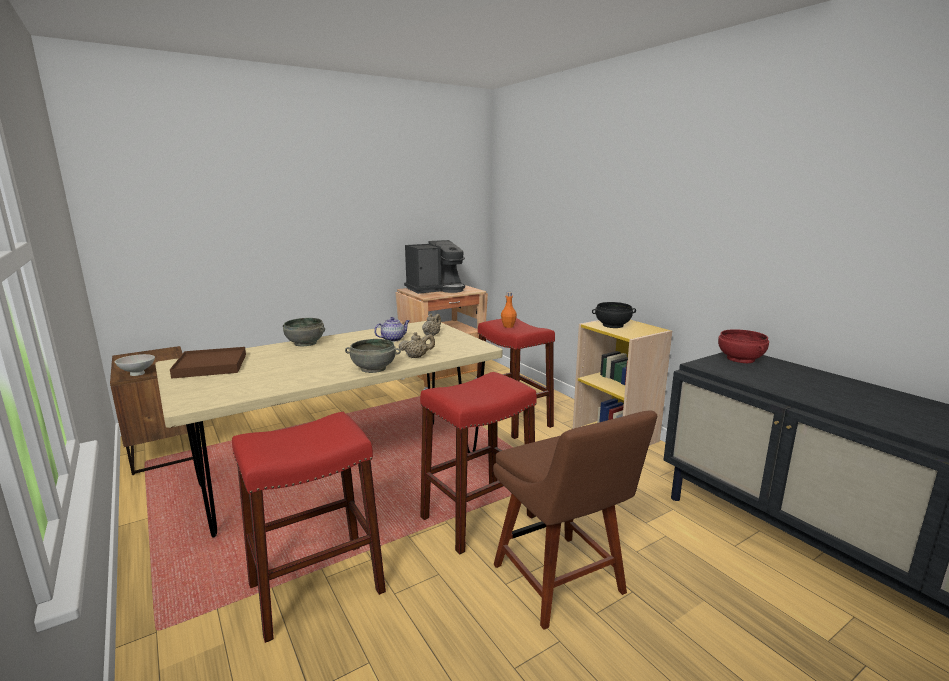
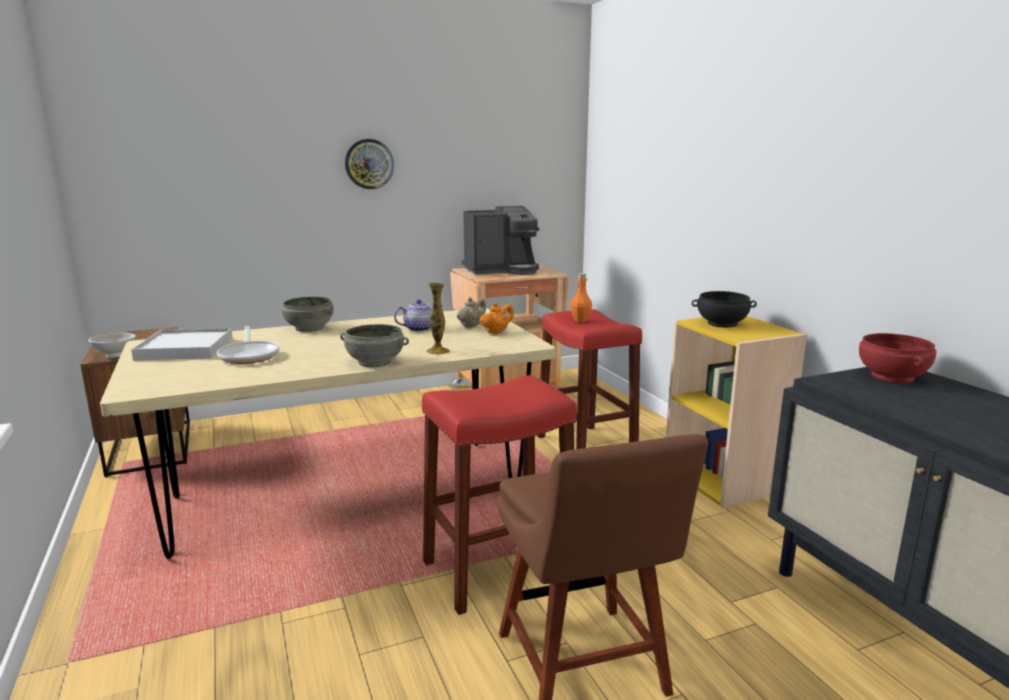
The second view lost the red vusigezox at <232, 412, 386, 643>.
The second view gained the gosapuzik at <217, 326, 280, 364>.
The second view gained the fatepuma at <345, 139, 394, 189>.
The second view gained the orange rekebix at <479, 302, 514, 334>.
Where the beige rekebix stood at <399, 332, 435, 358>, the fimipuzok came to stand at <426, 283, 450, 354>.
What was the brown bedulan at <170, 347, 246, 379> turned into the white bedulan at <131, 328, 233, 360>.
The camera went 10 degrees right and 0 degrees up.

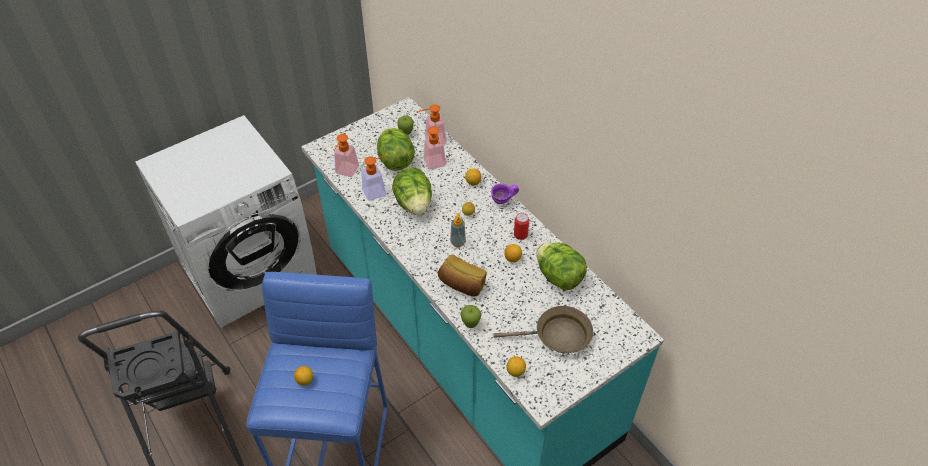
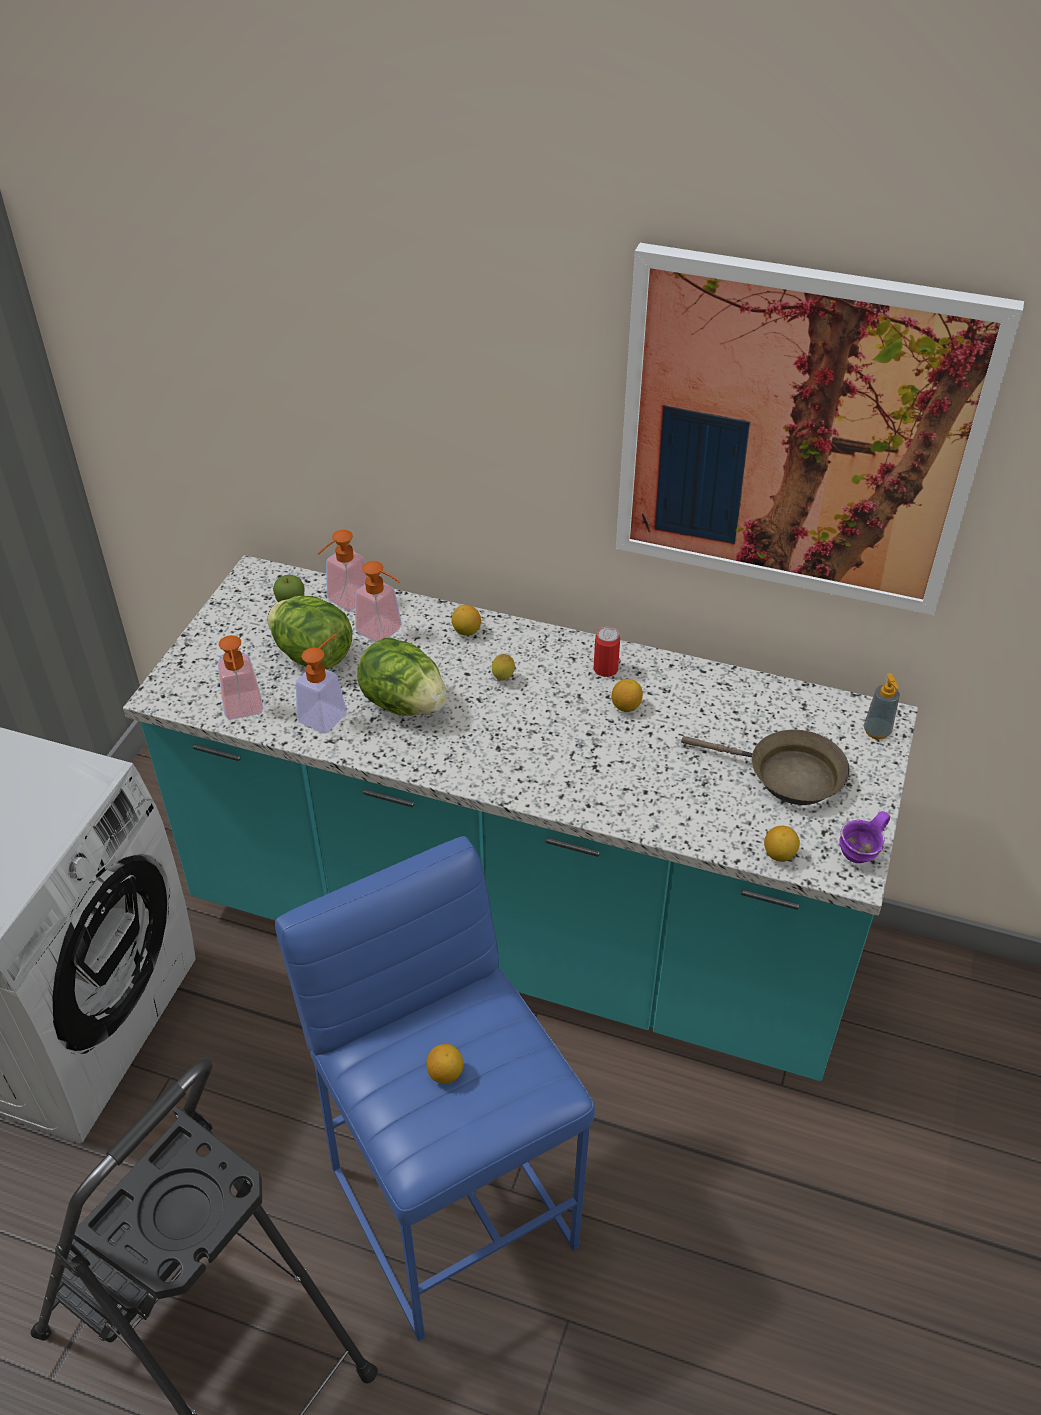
The second view lost the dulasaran at <438, 255, 487, 297>.
The second view lost the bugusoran at <460, 305, 482, 328>.
The second view lost the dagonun at <536, 243, 587, 290>.
The second view gained the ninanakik at <616, 243, 1024, 615>.
The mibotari ended up elsewhere, having gone from <450, 213, 466, 247> to <863, 673, 900, 740>.
The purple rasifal ended up elsewhere, having gone from <491, 183, 519, 204> to <839, 811, 890, 863>.
The brown gosapuzik at <493, 306, 593, 353> ended up facing another way, 60 degrees clockwise from before.
The camera went 35 degrees left and 5 degrees down.

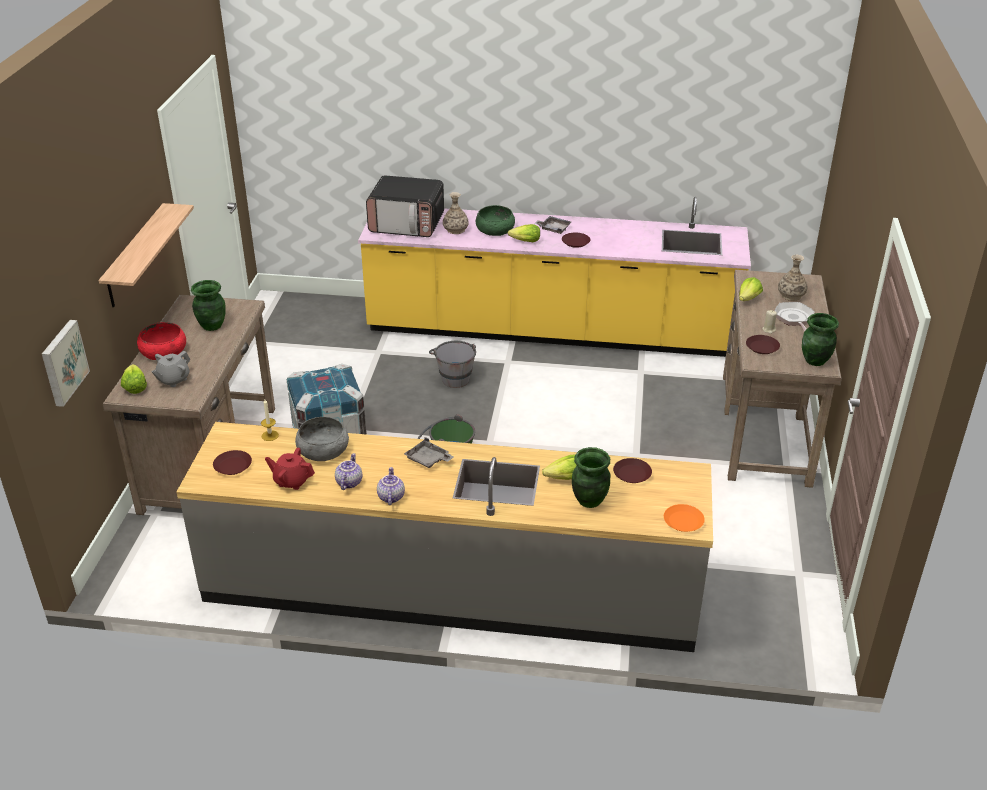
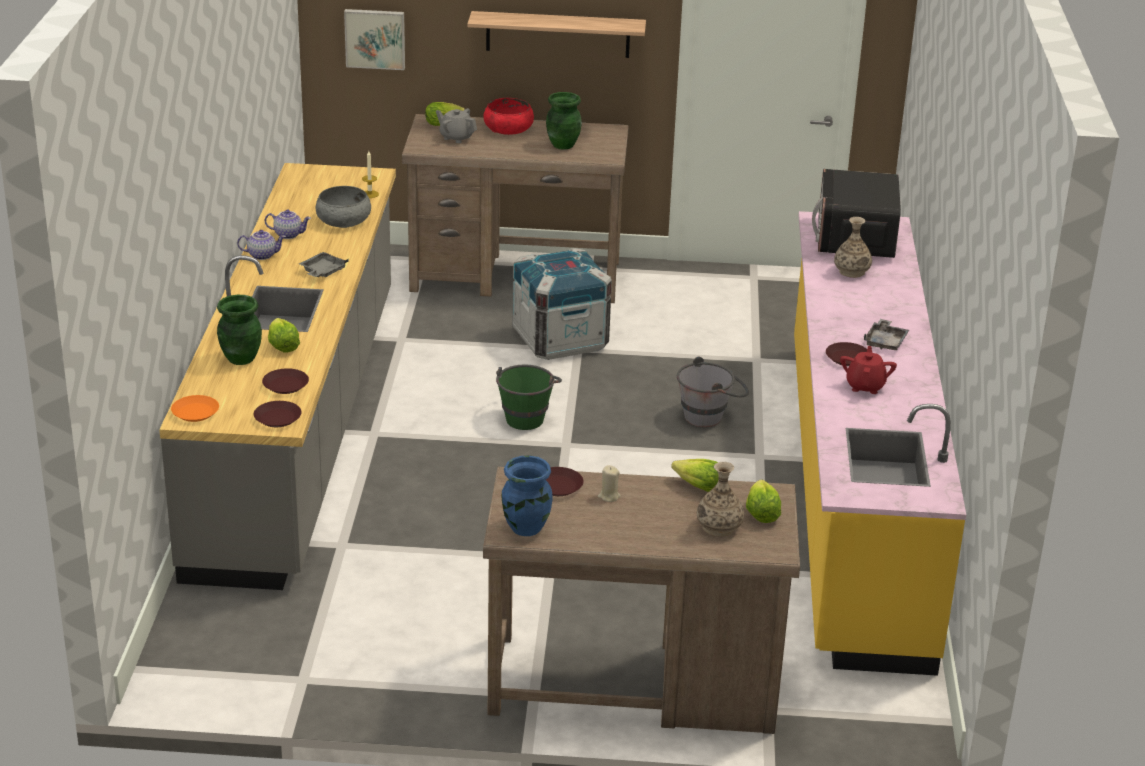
The second view lost the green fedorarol at <476, 205, 515, 236>.
The second view lost the gosapuzik at <775, 302, 815, 332>.
The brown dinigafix ended up elsewhere, having gone from <213, 450, 252, 475> to <254, 401, 302, 427>.
The red rekebix ended up elsewhere, having gone from <265, 448, 315, 490> to <840, 346, 897, 394>.
The dagonun ended up elsewhere, having gone from <508, 224, 540, 242> to <746, 480, 781, 523>.
What was the green fimipuzok at <802, 313, 839, 366> turned into the blue fimipuzok at <502, 455, 552, 536>.
The camera went 85 degrees right and 5 degrees down.

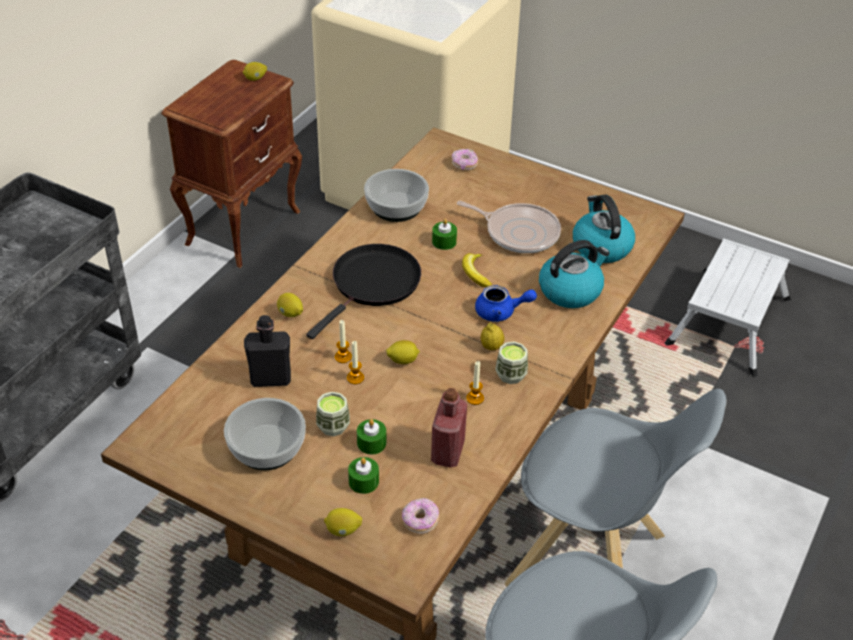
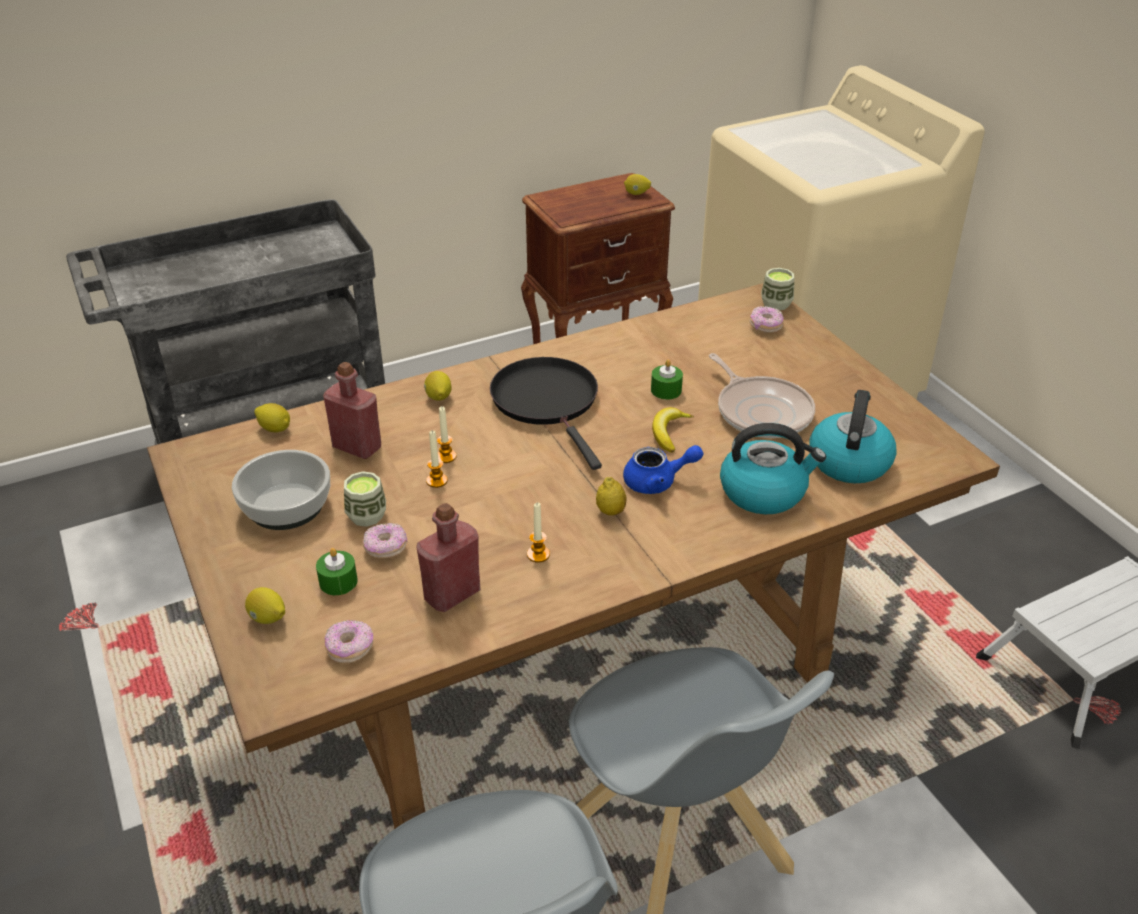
The second view lost the fedorarol at <364, 169, 429, 222>.
The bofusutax ended up elsewhere, having gone from <386, 340, 420, 364> to <254, 403, 290, 432>.
The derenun ended up elsewhere, having gone from <495, 342, 528, 384> to <761, 268, 794, 310>.
Where the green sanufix stood at <357, 419, 386, 455>, the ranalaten came to stand at <363, 523, 408, 559>.
What was the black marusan at <244, 315, 291, 387> turned into the red marusan at <323, 362, 381, 459>.
The black gosapuzik at <306, 244, 421, 339> ended up facing another way, 90 degrees counterclockwise from before.
The blue rekebix at <475, 285, 537, 322> ended up facing another way, 45 degrees counterclockwise from before.
The camera went 35 degrees right and 5 degrees down.

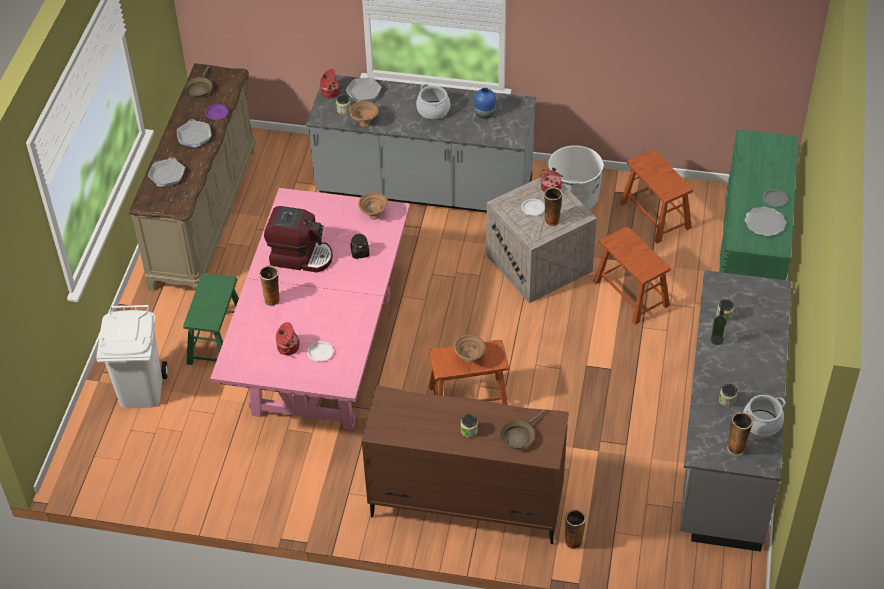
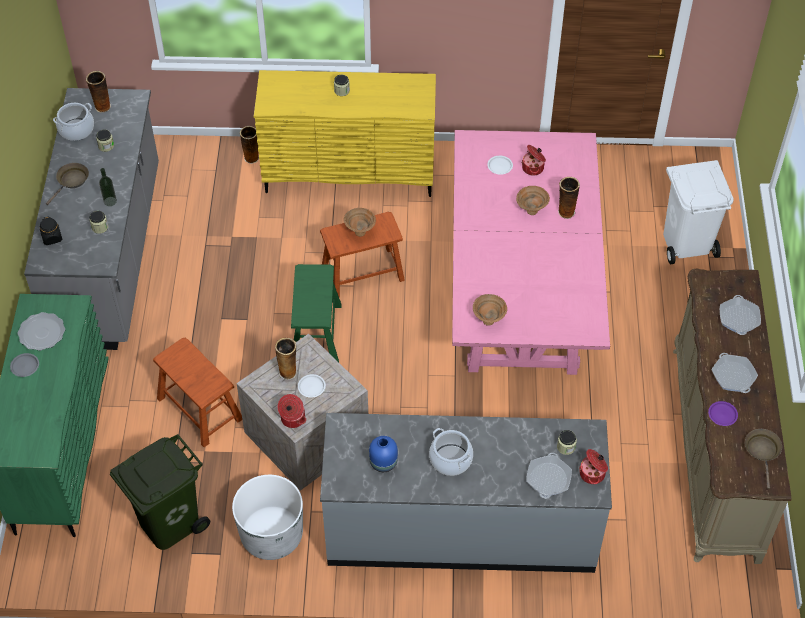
The second view lost the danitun at <264, 206, 333, 272>.
The green vusigezox ended up elsewhere, having gone from <183, 273, 239, 365> to <291, 264, 342, 362>.
The brown fedorarol ended up elsewhere, having gone from <349, 101, 379, 127> to <516, 186, 550, 215>.
The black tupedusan ended up elsewhere, having gone from <350, 233, 370, 259> to <40, 216, 62, 245>.
The brown gosapuzik ended up elsewhere, having gone from <500, 410, 545, 449> to <46, 163, 89, 205>.
Where the brown vusigezox stood at <620, 150, 693, 244>, the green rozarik came to stand at <110, 434, 210, 550>.
What was the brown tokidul at <361, 386, 569, 544> turned into the yellow tokidul at <254, 70, 436, 197>.
The camera went 170 degrees right and 5 degrees up.

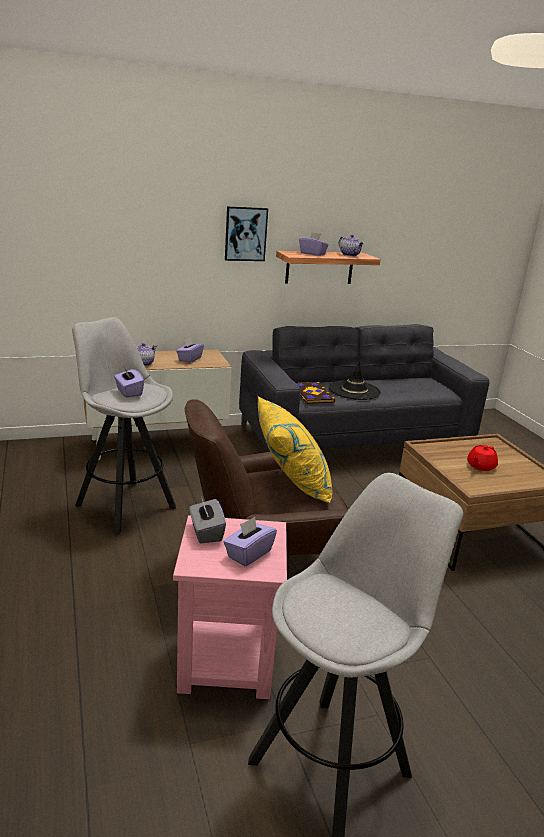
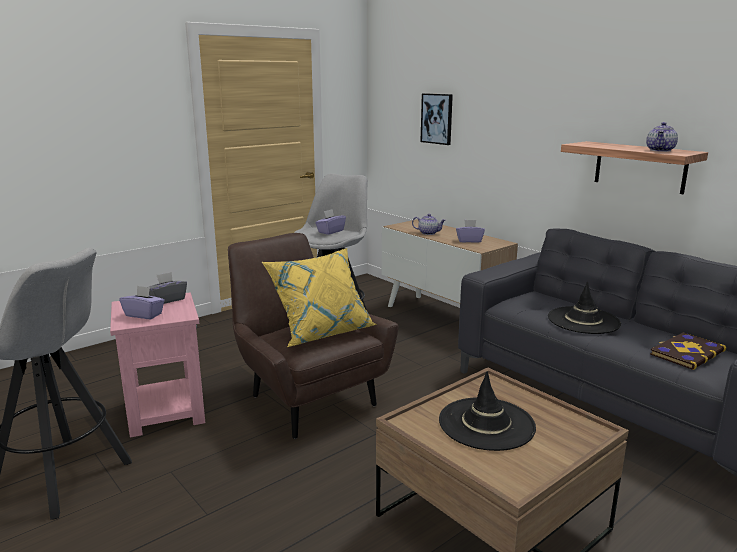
The second view lost the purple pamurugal at <299, 232, 329, 256>.
The ninanakik ended up elsewhere, having gone from <225, 206, 268, 261> to <420, 93, 453, 145>.
The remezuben ended up elsewhere, having gone from <296, 382, 336, 404> to <650, 332, 726, 370>.
Where the red rekebix stood at <467, 445, 498, 471>, the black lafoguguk came to stand at <439, 372, 536, 451>.
The camera went 70 degrees right and 5 degrees down.

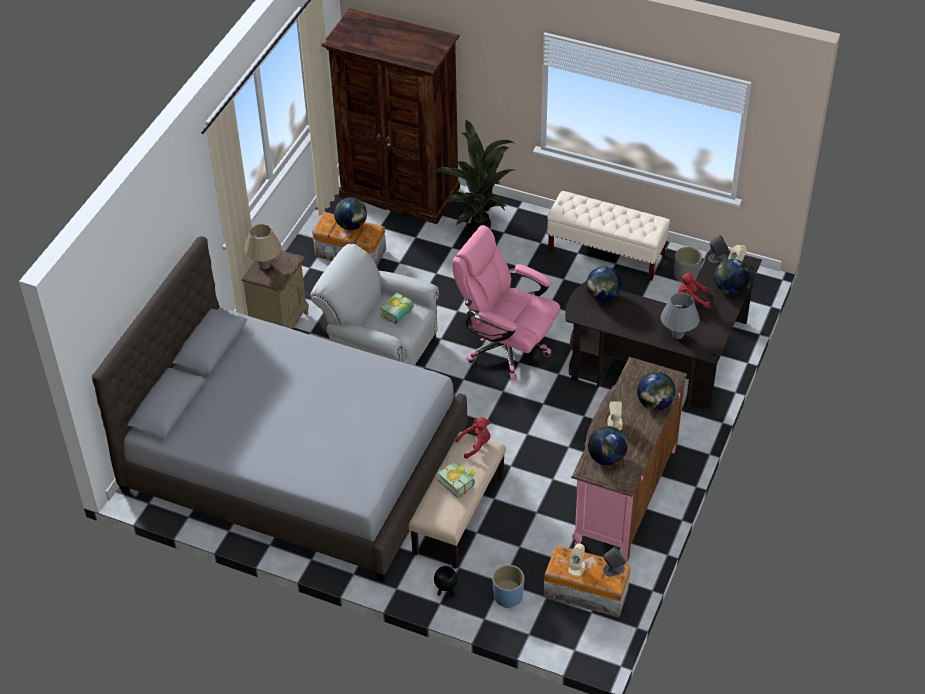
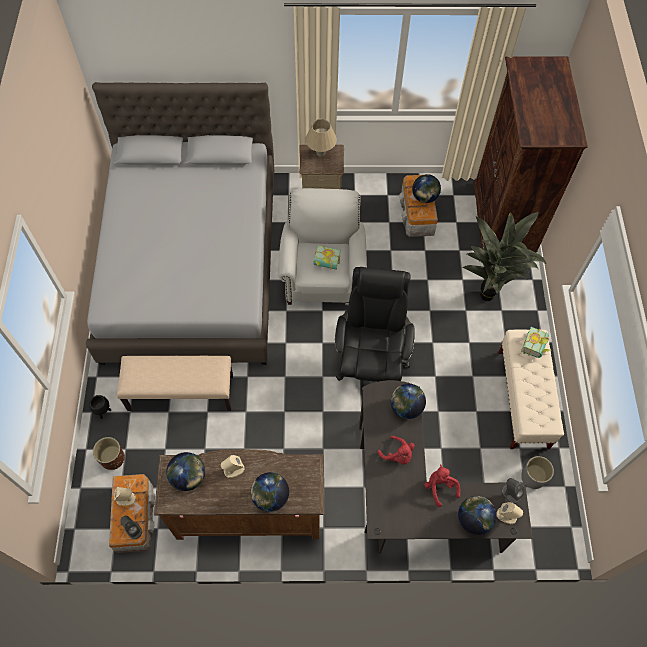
The second view lost the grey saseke at <661, 293, 699, 339>.
The remezuben ended up elsewhere, having gone from <438, 462, 476, 498> to <521, 327, 550, 358>.
The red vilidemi ended up elsewhere, having gone from <455, 417, 491, 459> to <377, 436, 414, 464>.
What was the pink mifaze at <452, 225, 560, 380> turned into the black mifaze at <335, 267, 415, 382>.
What was the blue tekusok at <492, 565, 524, 608> turned into the brown tekusok at <93, 437, 125, 470>.
The camera went 65 degrees right and 15 degrees up.

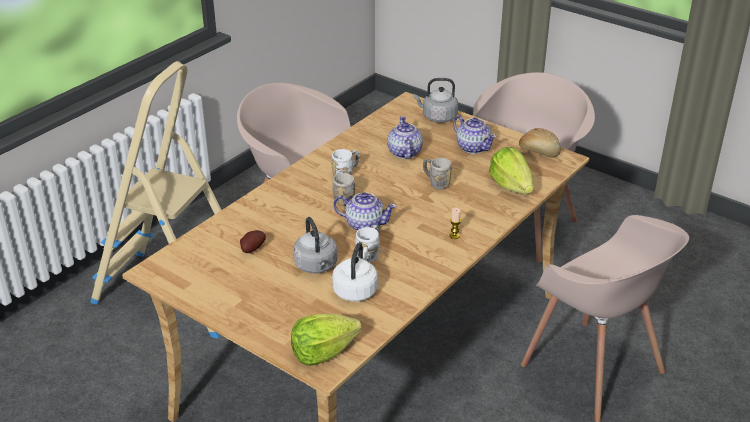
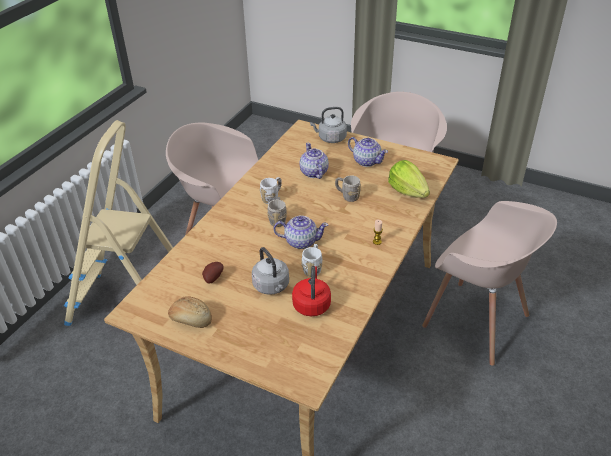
The second view lost the dagonun at <291, 314, 362, 366>.
The dulasaran ended up elsewhere, having gone from <519, 128, 561, 158> to <168, 296, 212, 328>.
What was the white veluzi at <332, 243, 378, 301> turned into the red veluzi at <292, 266, 331, 316>.
The camera went 10 degrees left and 5 degrees up.

